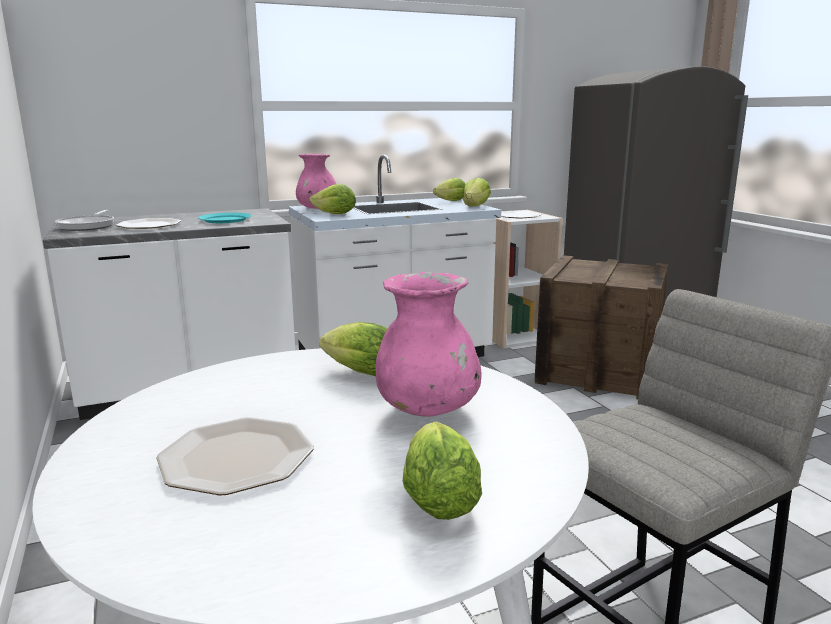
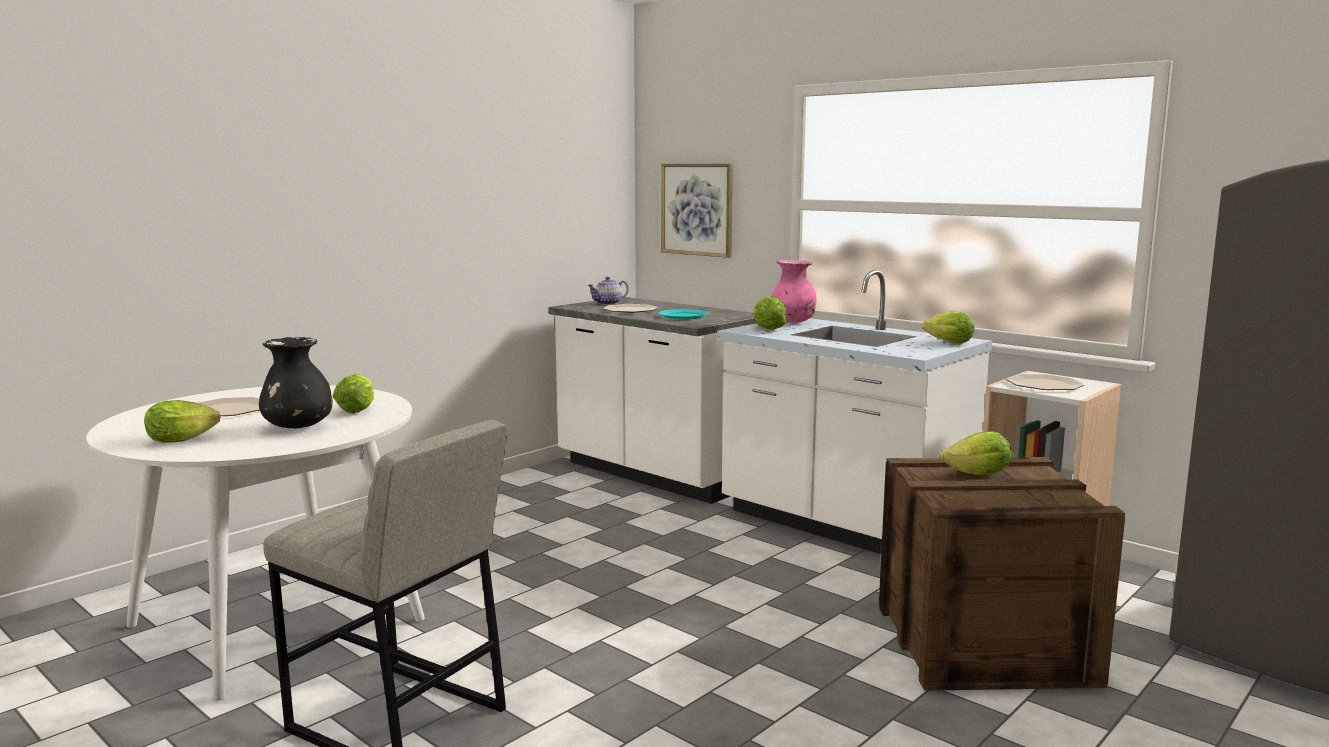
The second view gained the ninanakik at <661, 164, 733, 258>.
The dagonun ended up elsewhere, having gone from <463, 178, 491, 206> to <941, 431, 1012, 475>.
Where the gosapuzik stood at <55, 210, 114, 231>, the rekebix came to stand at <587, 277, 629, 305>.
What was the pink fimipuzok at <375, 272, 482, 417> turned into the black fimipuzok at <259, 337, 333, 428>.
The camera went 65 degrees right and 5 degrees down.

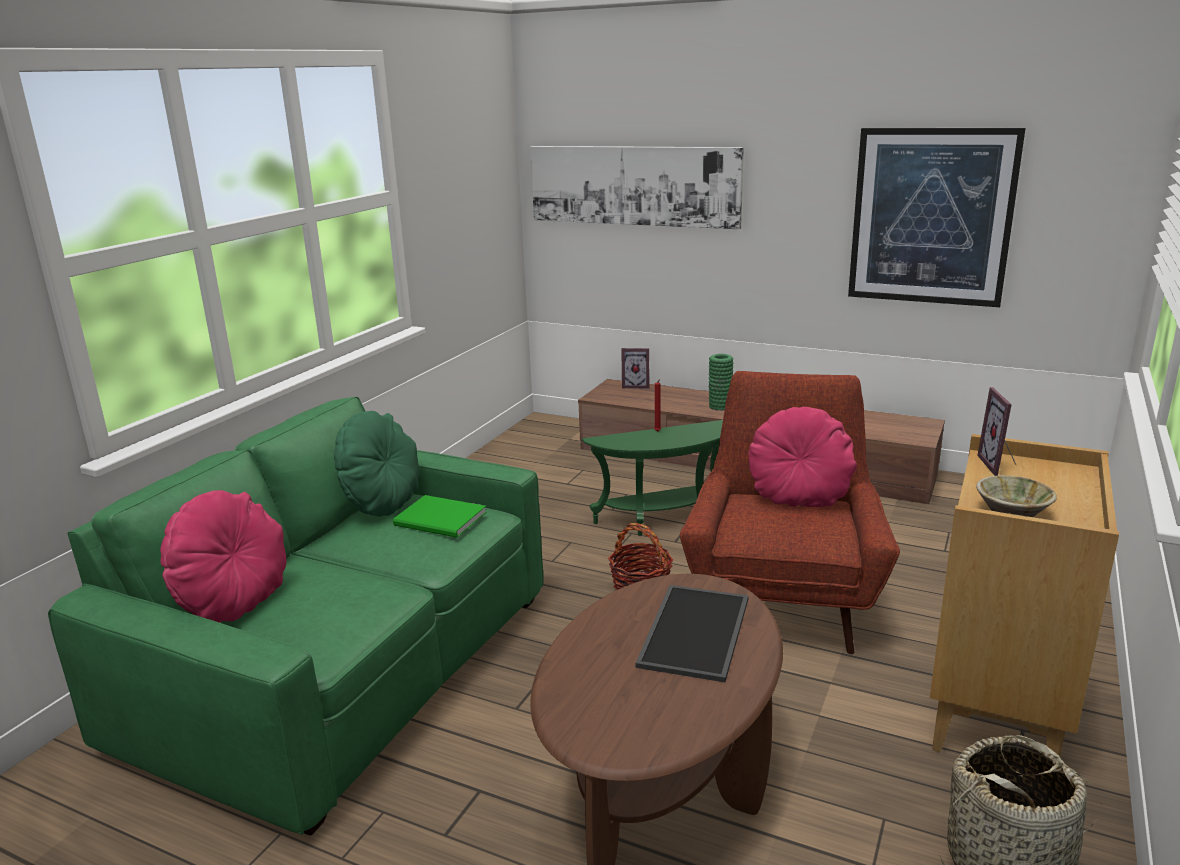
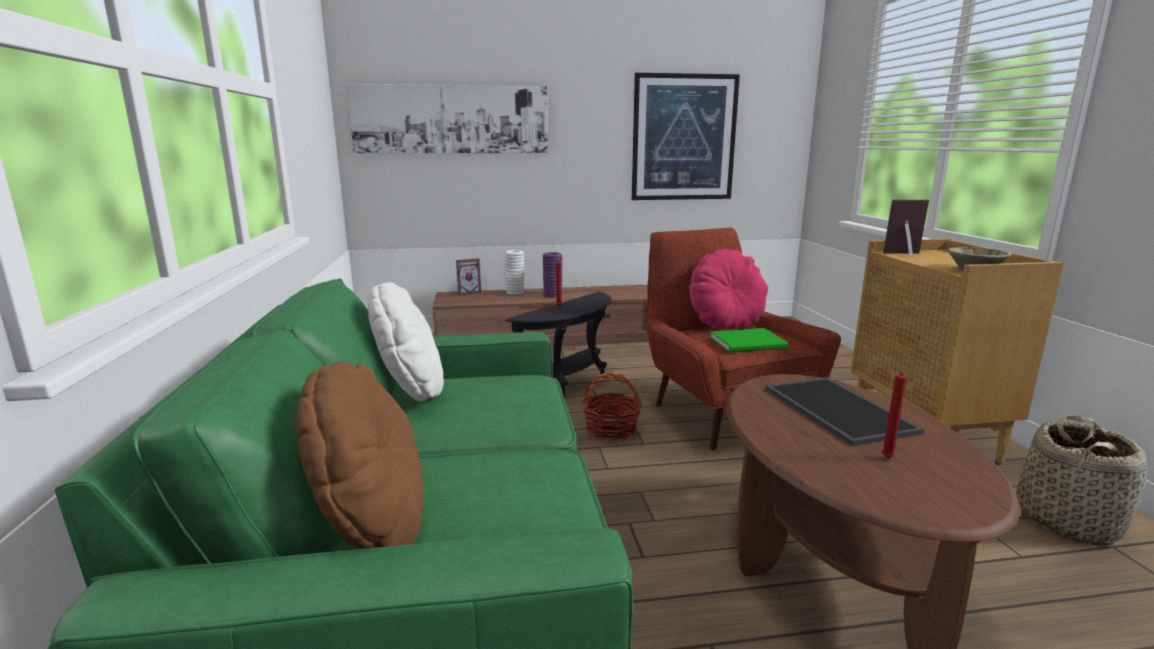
The second view gained the white fimipuzok at <505, 250, 525, 295>.
The second view gained the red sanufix at <882, 367, 907, 459>.
The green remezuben ended up elsewhere, having gone from <393, 495, 486, 538> to <710, 328, 788, 352>.
What was the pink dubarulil at <160, 490, 286, 623> turned into the brown dubarulil at <296, 362, 424, 549>.
What was the green dubarulil at <334, 411, 419, 517> turned into the white dubarulil at <368, 282, 444, 401>.
What was the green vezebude at <582, 420, 723, 536> turned into the black vezebude at <505, 292, 612, 398>.
What was the green fimipuzok at <709, 354, 733, 411> turned into the purple fimipuzok at <542, 252, 562, 298>.
The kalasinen at <977, 387, 1017, 476> ended up facing another way, 120 degrees clockwise from before.
The camera went 35 degrees left and 5 degrees down.

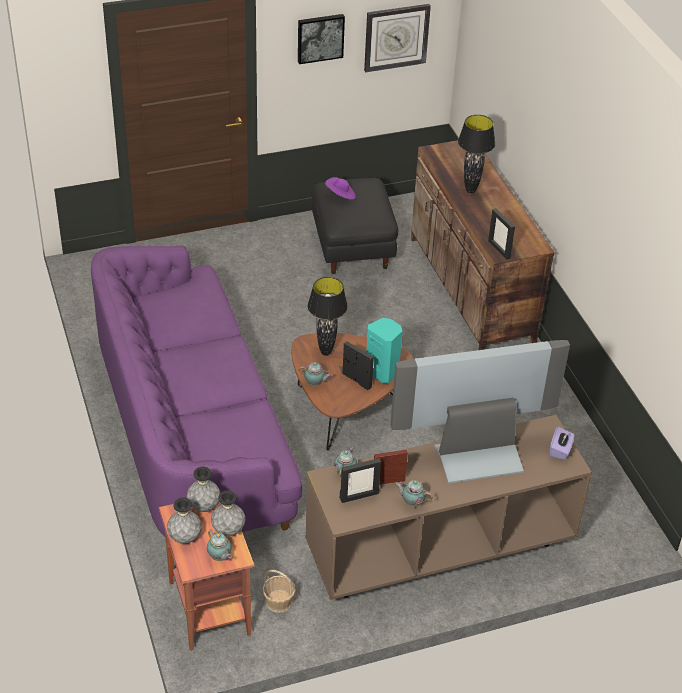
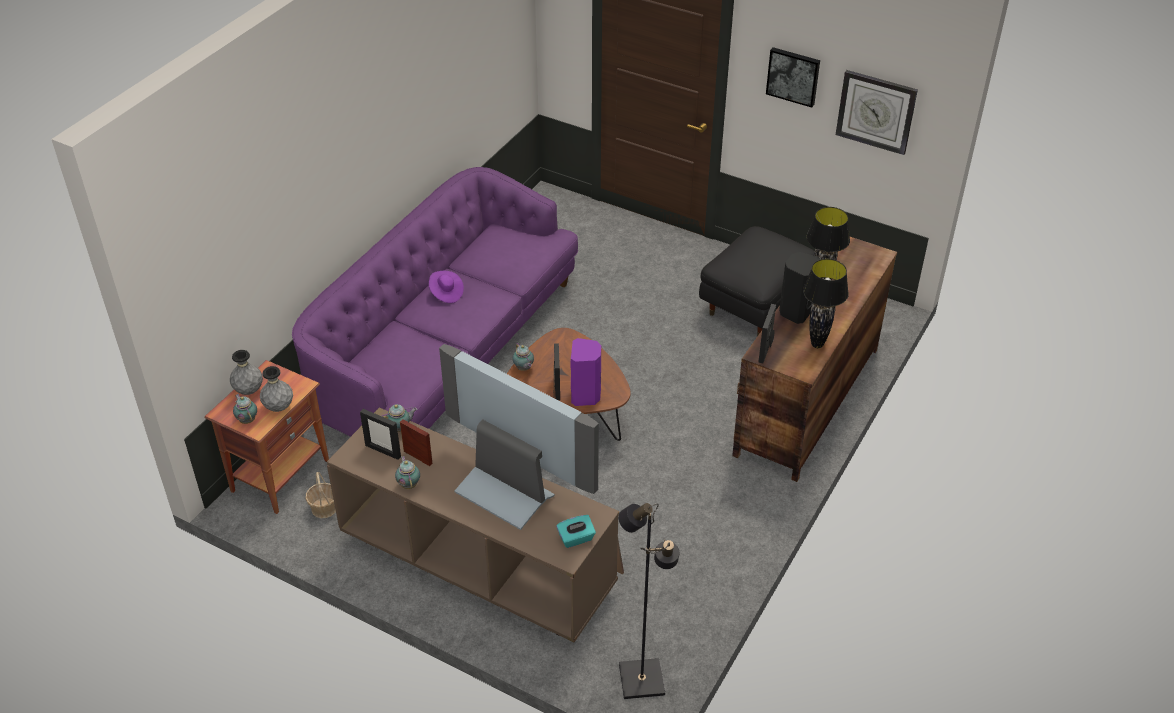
The second view lost the grey fimipuzok at <187, 467, 220, 512>.
The second view gained the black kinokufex at <618, 503, 679, 699>.
The second view gained the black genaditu at <779, 252, 821, 324>.
The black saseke ended up elsewhere, having gone from <308, 277, 348, 356> to <803, 259, 849, 348>.
The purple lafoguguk ended up elsewhere, having gone from <325, 177, 356, 200> to <429, 271, 464, 303>.
What was the turquoise genaditu at <366, 318, 402, 383> turned into the purple genaditu at <570, 338, 601, 406>.
What was the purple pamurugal at <550, 427, 574, 460> turned into the turquoise pamurugal at <556, 515, 596, 548>.
The rekebix at <207, 530, 232, 561> ended up facing another way, 135 degrees clockwise from before.
The camera went 50 degrees right and 0 degrees up.

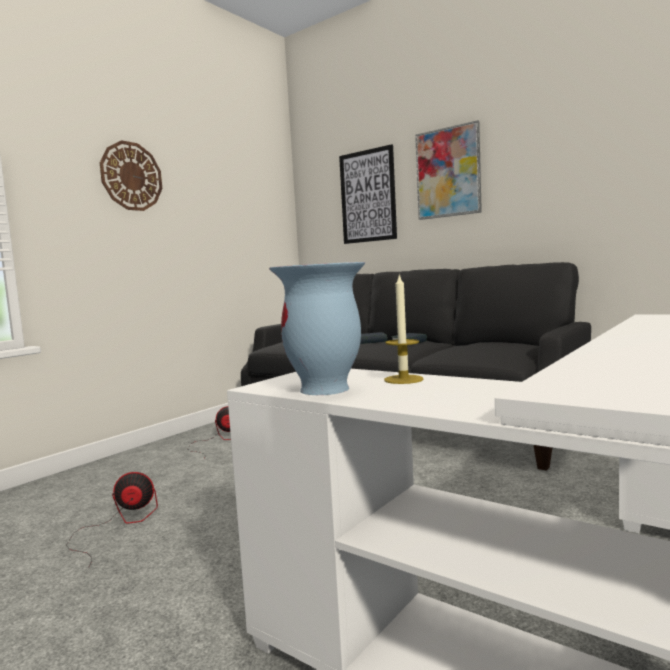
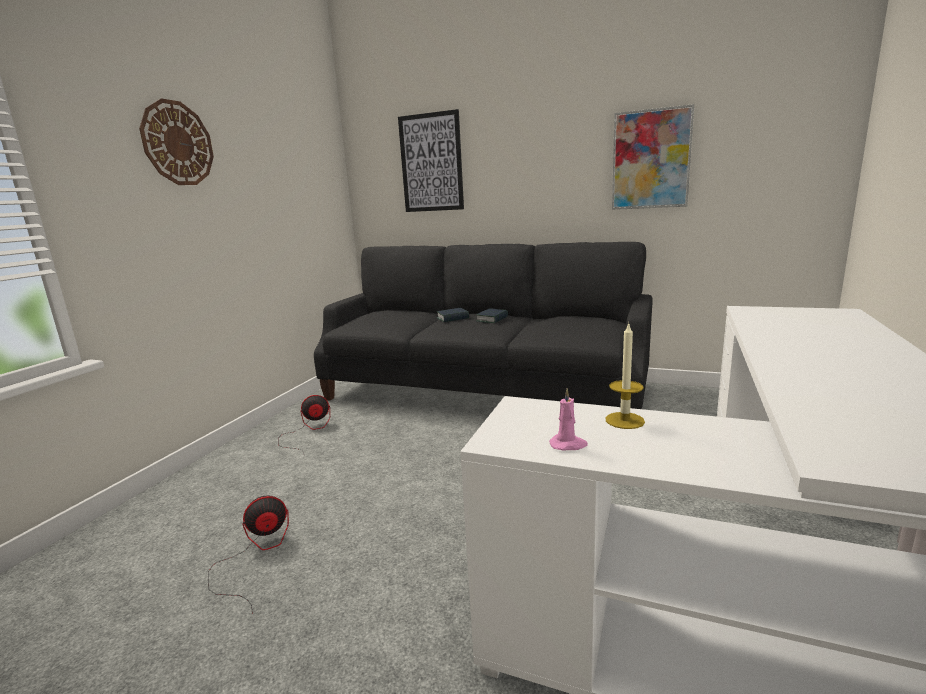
The ninanakik ended up elsewhere, having gone from <415, 120, 482, 220> to <612, 104, 694, 210>.
Where the fimipuzok stood at <269, 262, 365, 395>, the pink sanufix came to stand at <549, 388, 588, 450>.
The camera went 15 degrees left and 10 degrees up.

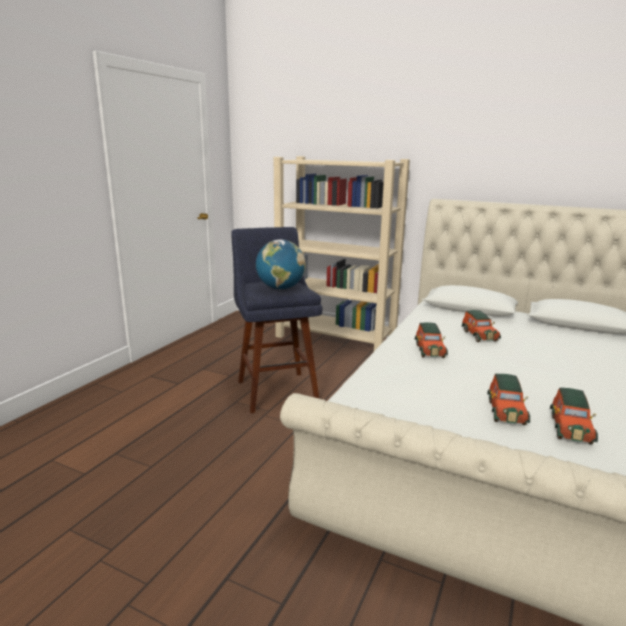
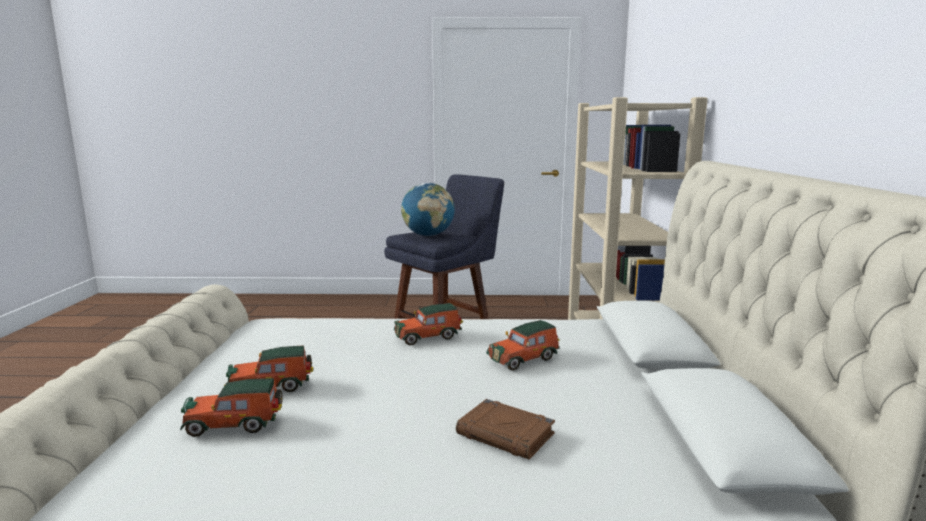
The second view gained the brown remezuben at <456, 399, 555, 459>.
The camera went 65 degrees right and 5 degrees down.

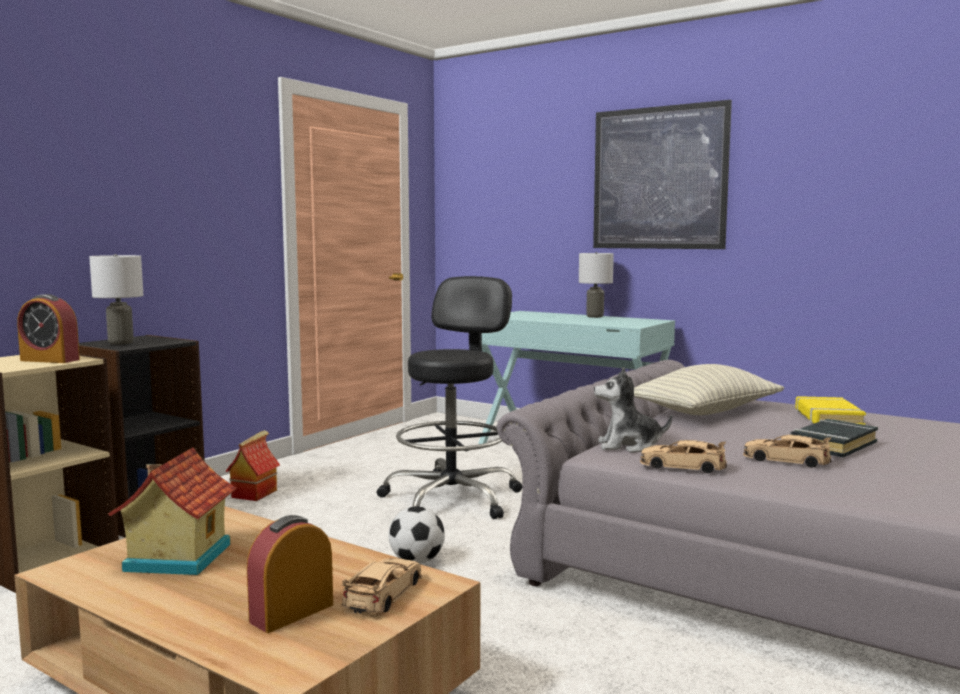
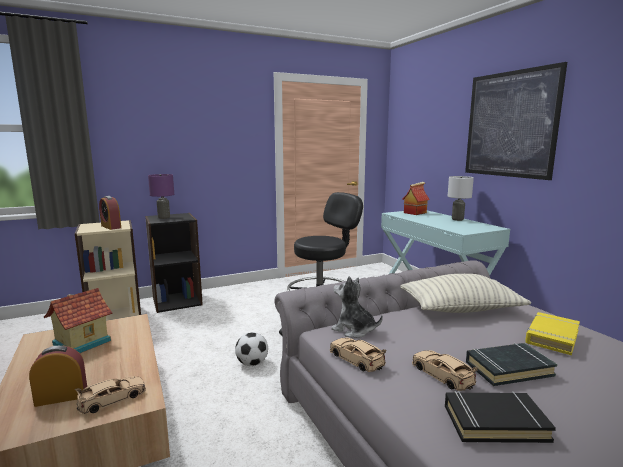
The second view gained the black remezuben at <445, 391, 556, 443>.
The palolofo ended up elsewhere, having gone from <225, 430, 280, 501> to <402, 182, 430, 215>.
What was the white saseke at <89, 254, 143, 345> turned into the purple saseke at <148, 174, 174, 219>.
The camera went 30 degrees right and 5 degrees up.

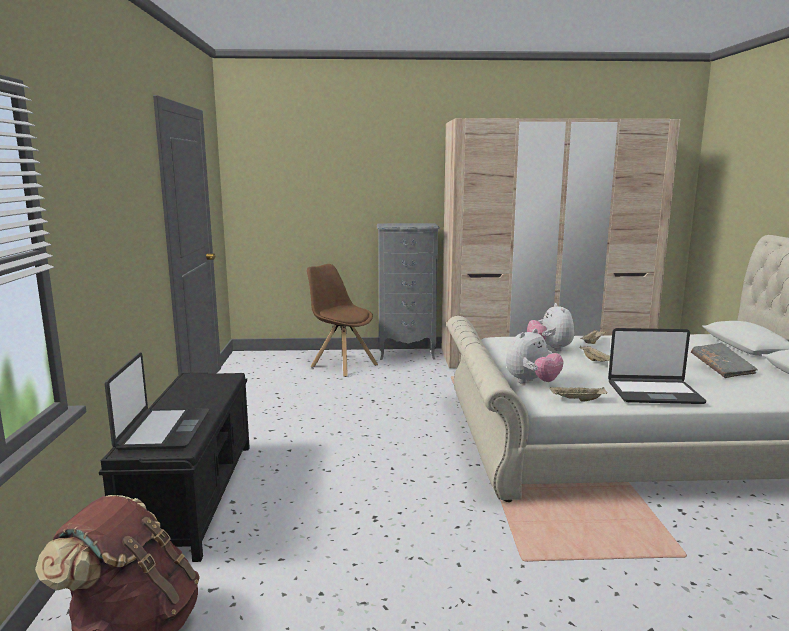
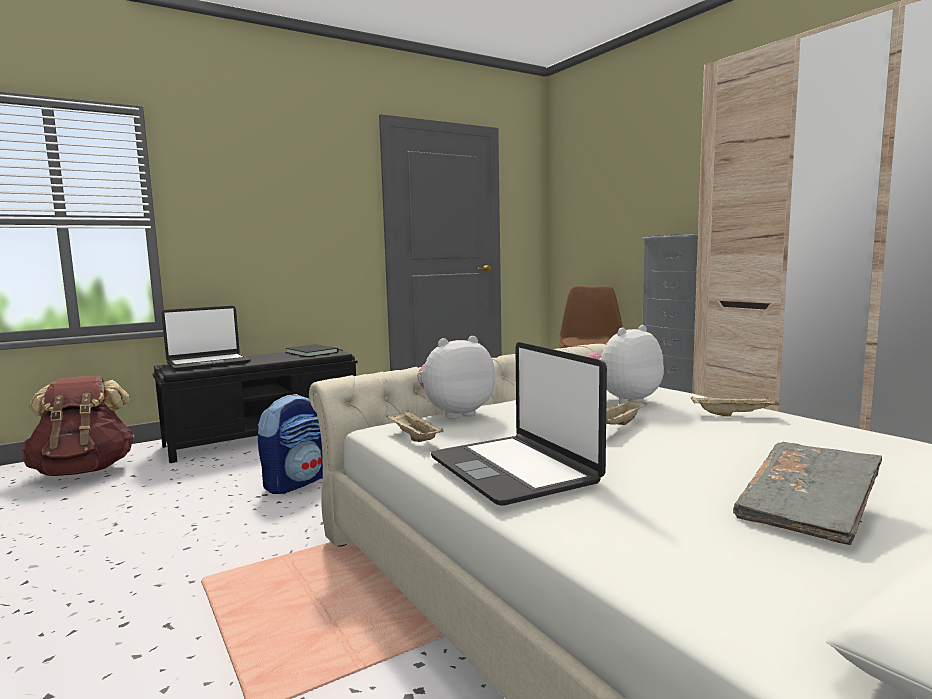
The second view gained the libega at <258, 394, 323, 494>.
The second view gained the black remezuben at <286, 344, 338, 357>.
The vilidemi at <506, 329, 564, 384> ended up facing another way, 135 degrees clockwise from before.
The camera went 60 degrees right and 5 degrees down.

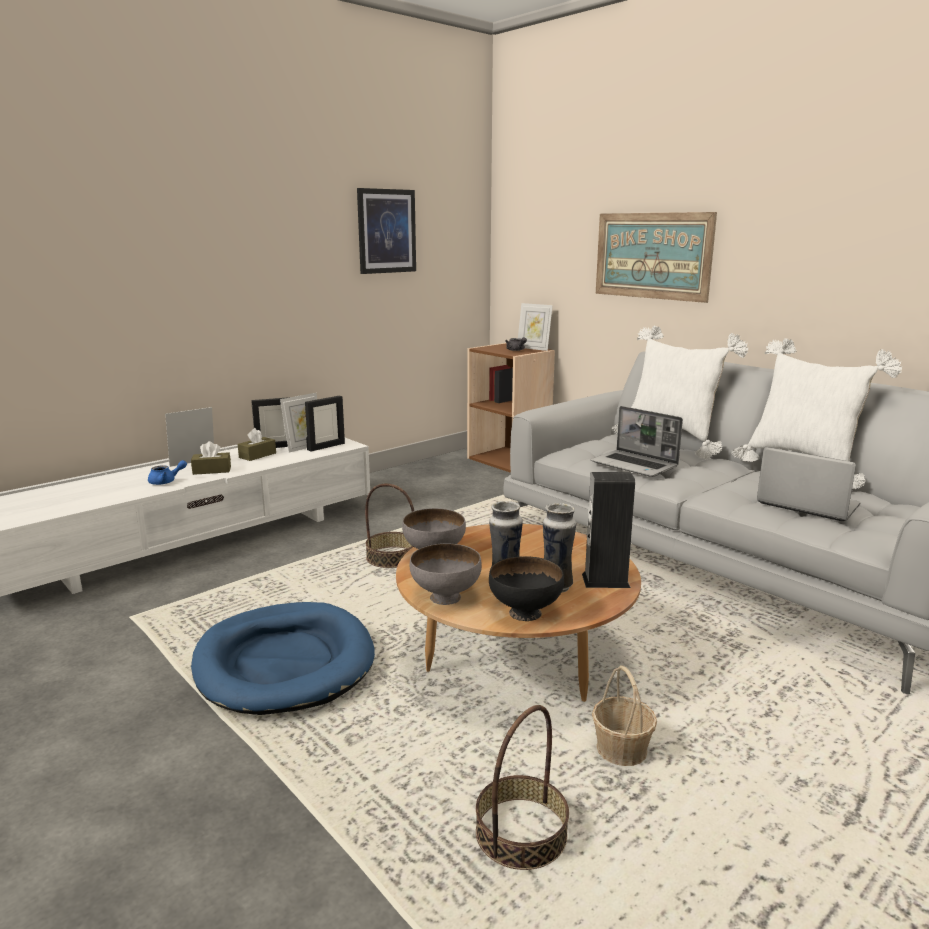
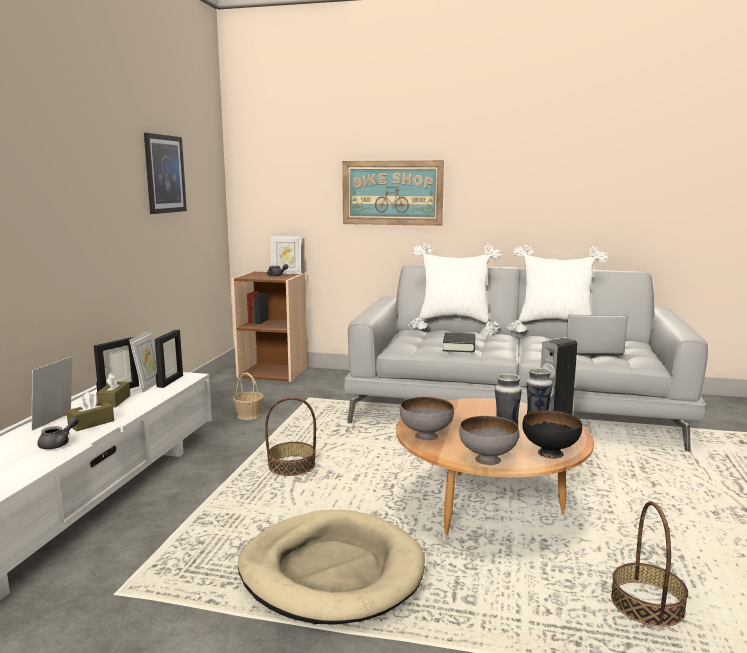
The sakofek ended up elsewhere, having gone from <592, 665, 657, 766> to <233, 372, 264, 420>.
Where the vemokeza stood at <591, 406, 683, 477>, the black remezuben came to stand at <443, 333, 475, 352>.
What was the blue rekebix at <148, 460, 187, 485> turned into the grey rekebix at <37, 416, 79, 449>.
What was the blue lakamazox at <191, 602, 375, 715> turned into the beige lakamazox at <238, 510, 425, 625>.
The camera went 35 degrees left and 5 degrees down.

